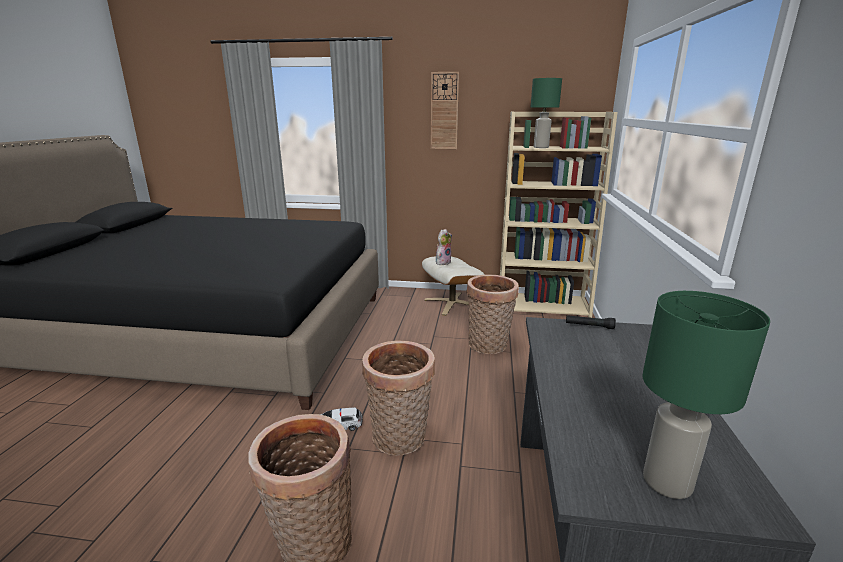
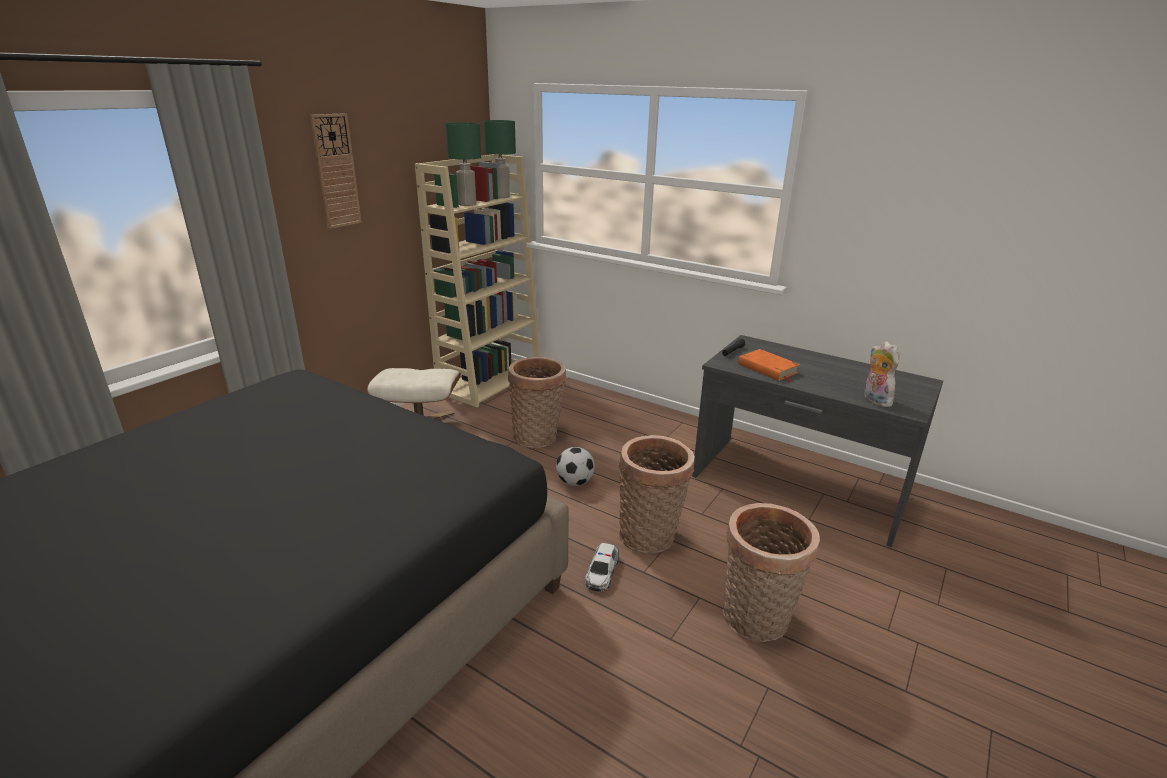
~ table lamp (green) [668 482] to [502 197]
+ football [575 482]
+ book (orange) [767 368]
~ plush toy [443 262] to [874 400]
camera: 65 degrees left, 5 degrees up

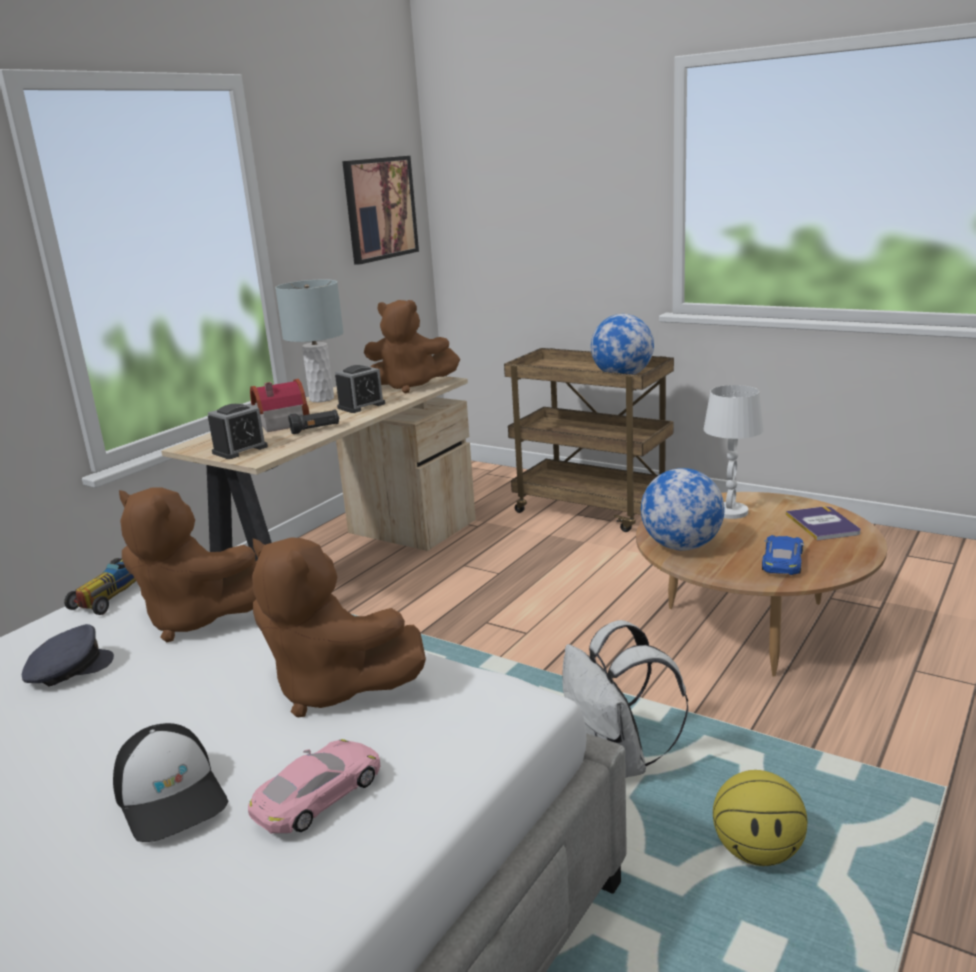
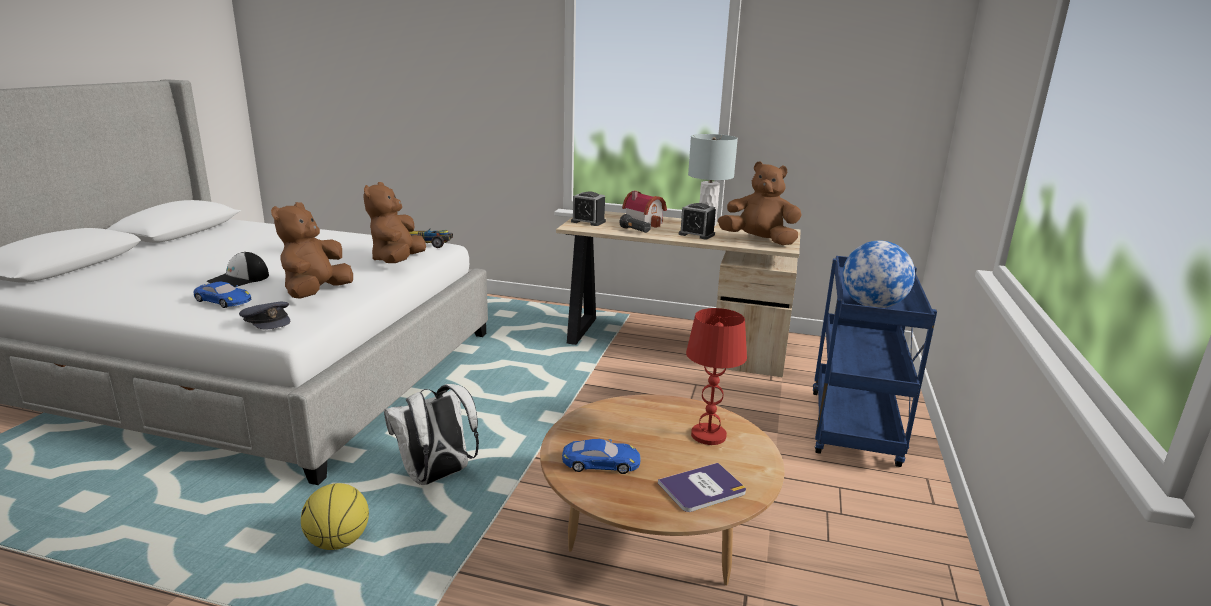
~ toy car (pink) [318 794] to toy car (blue) [223 300]
~ cap (grey) [67 670] to [267 321]
~ table lamp (white) [730 512] to table lamp (red) [708 435]
~ plush toy (brown) [411 386] = [759 241] 120 degrees clockwise
~ cart (brown) [593 509] to cart (blue) [855 430]
- picture [380 208]
- globe [681 546]
camera: 70 degrees right, 0 degrees up

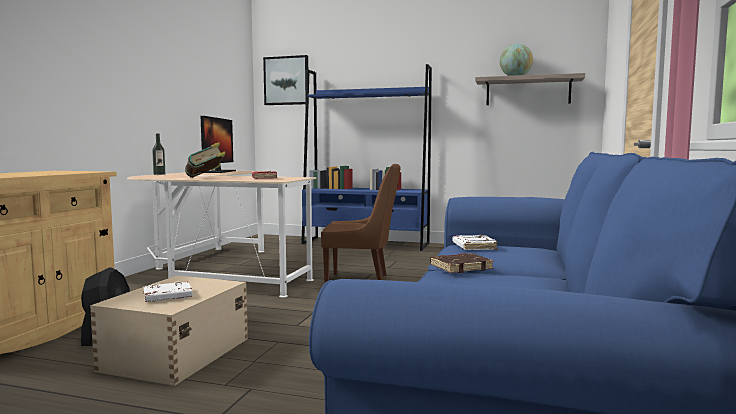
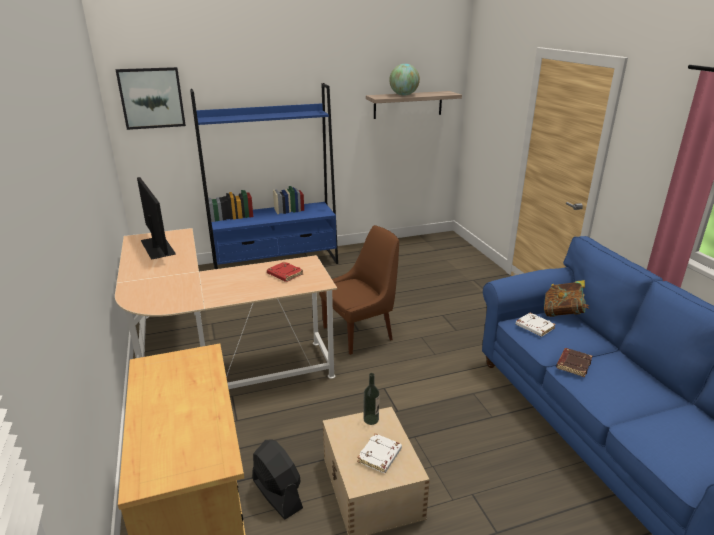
~ bottle [159 174] to [371 419]
~ book [205 178] to [563 313]
camera: 35 degrees left, 20 degrees up

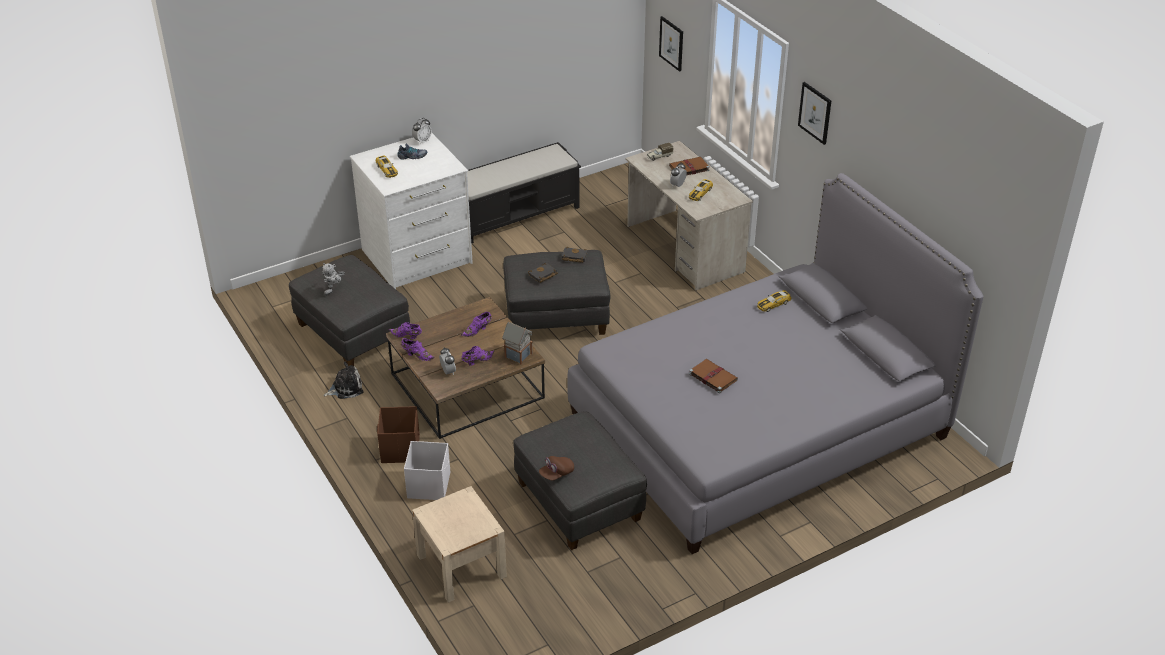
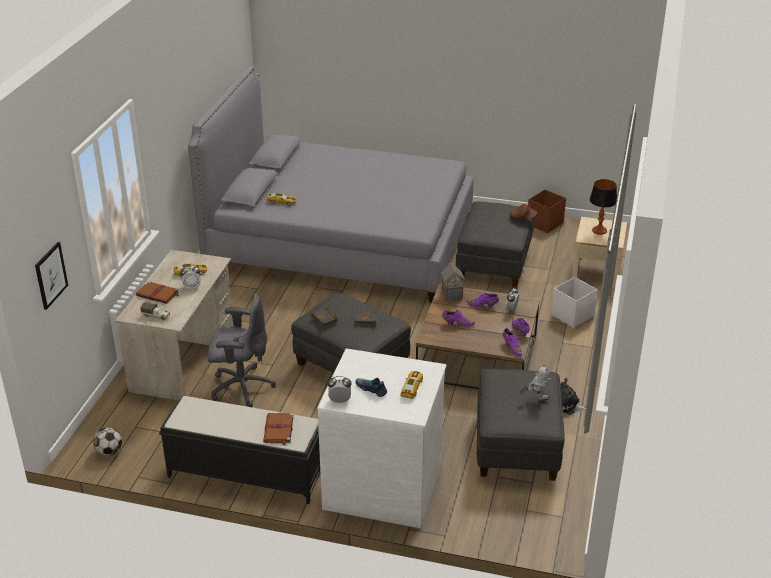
+ football [109 452]
+ office chair (grey) [241 387]
~ book (brown) [712 376] to [278 430]
~ storage box (brown) [400 450] to [545 223]
+ table lamp [599 231]
- picture [815 113]
camera: 135 degrees left, 5 degrees down

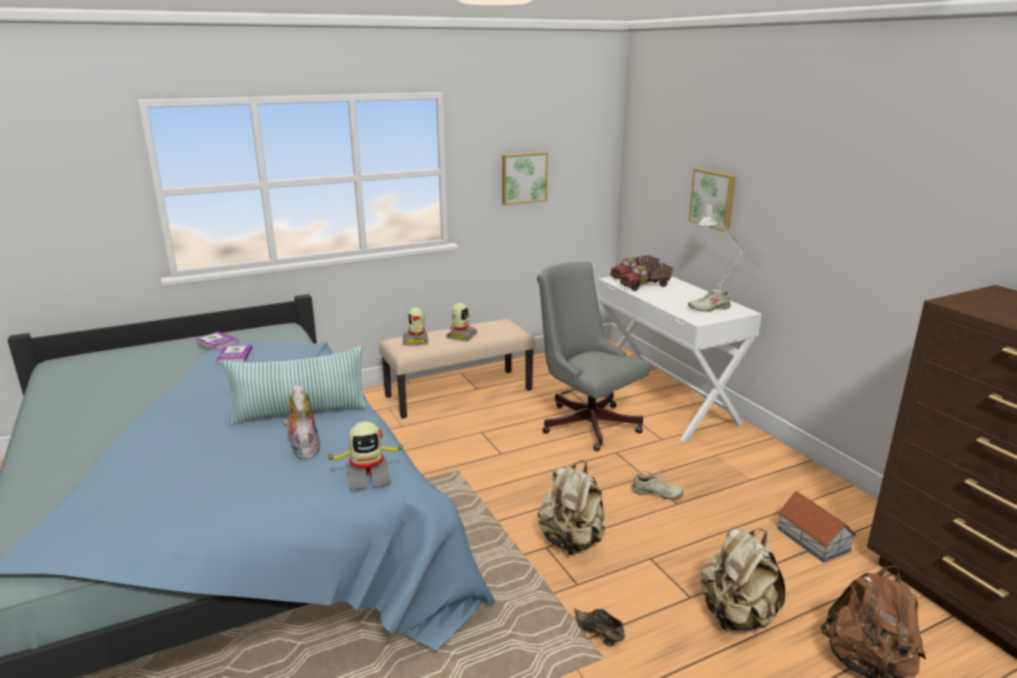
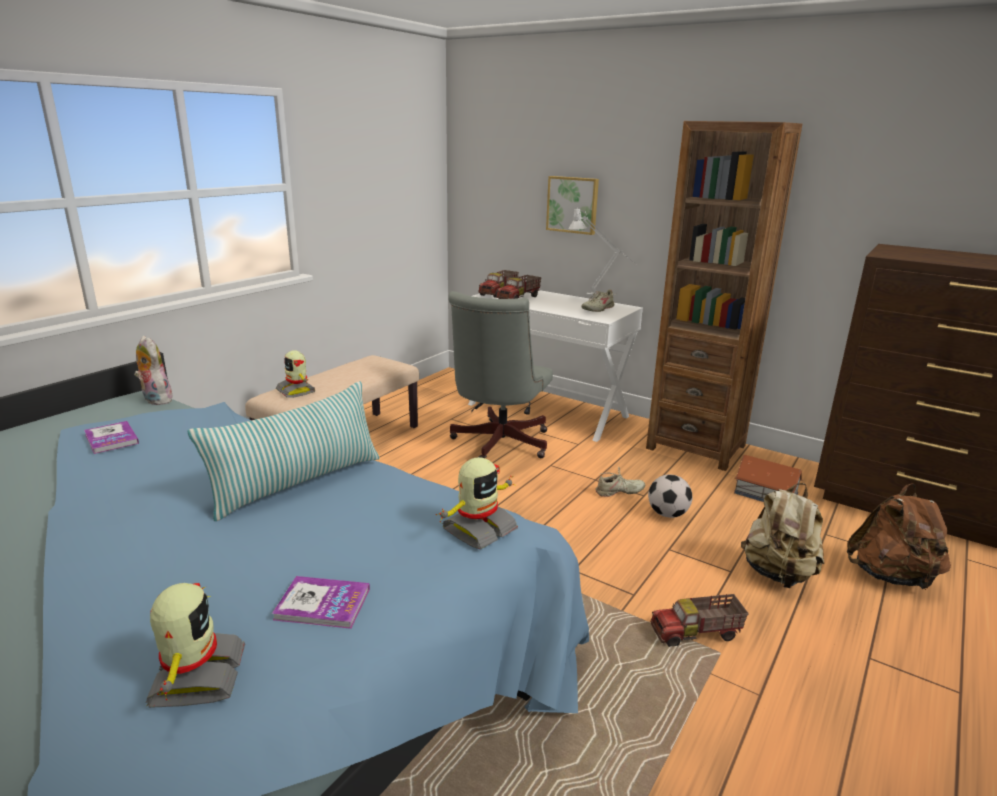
~ plush toy [303 450] to [155 400]
~ toy robot [461 336] to [196 677]
~ book [217 342] to [322 604]
~ office chair (grey) [586 422] = [498 445] 90 degrees counterclockwise
+ bookcase (brown) [696 447]
+ football [667 514]
~ shoe (brown) [599 635] to toy truck [696 634]
- picture [523 178]
- backpack (beige) [571 542]
camera: 30 degrees left, 0 degrees up

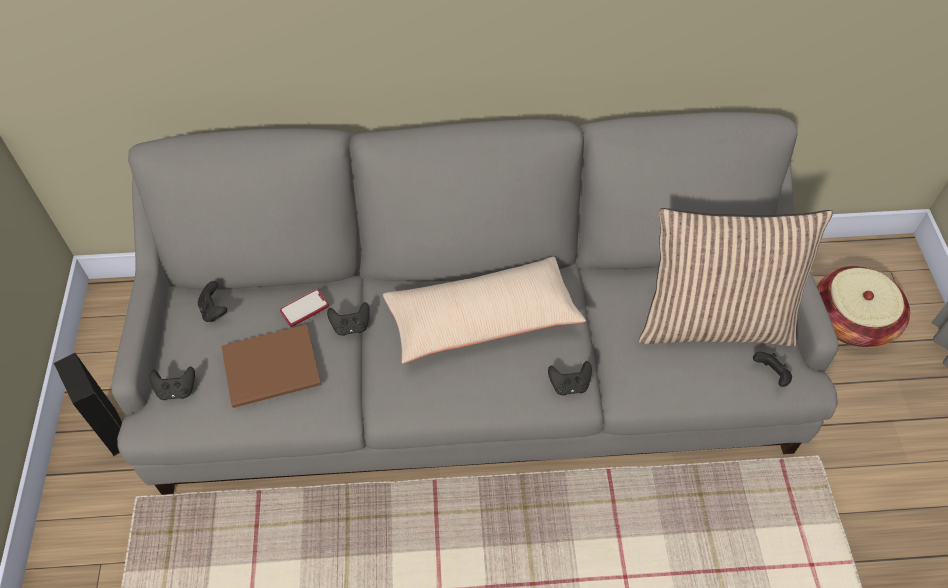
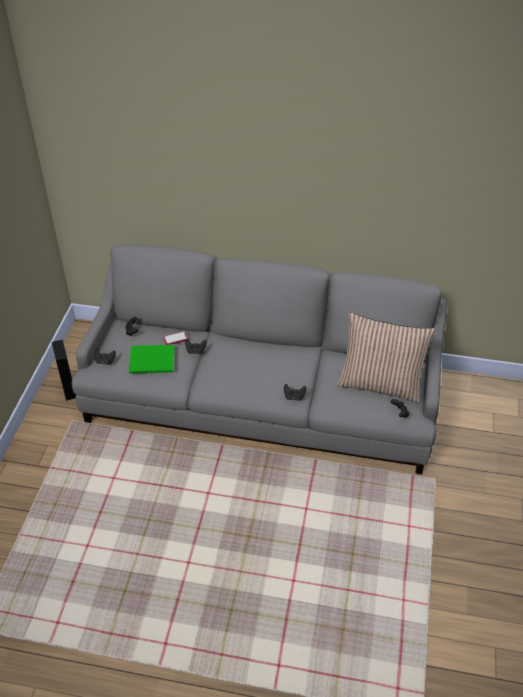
~ book (brown) [275 369] to book (green) [153 361]
- pillow (beige) [482 319]
- basket [851 320]
camera: 15 degrees right, 10 degrees down

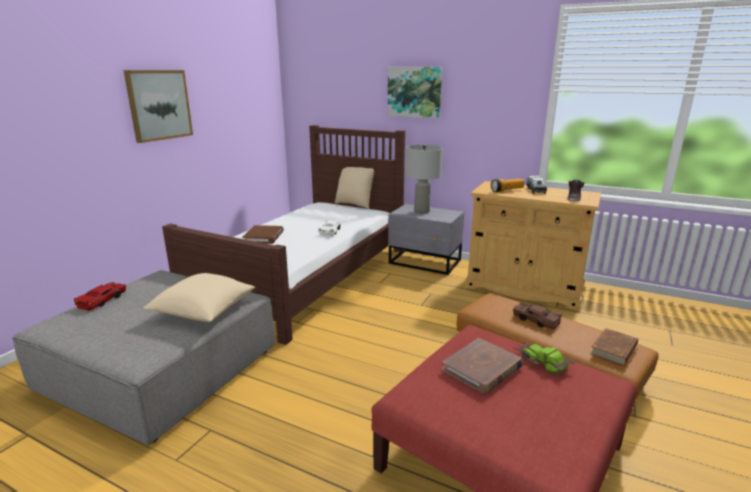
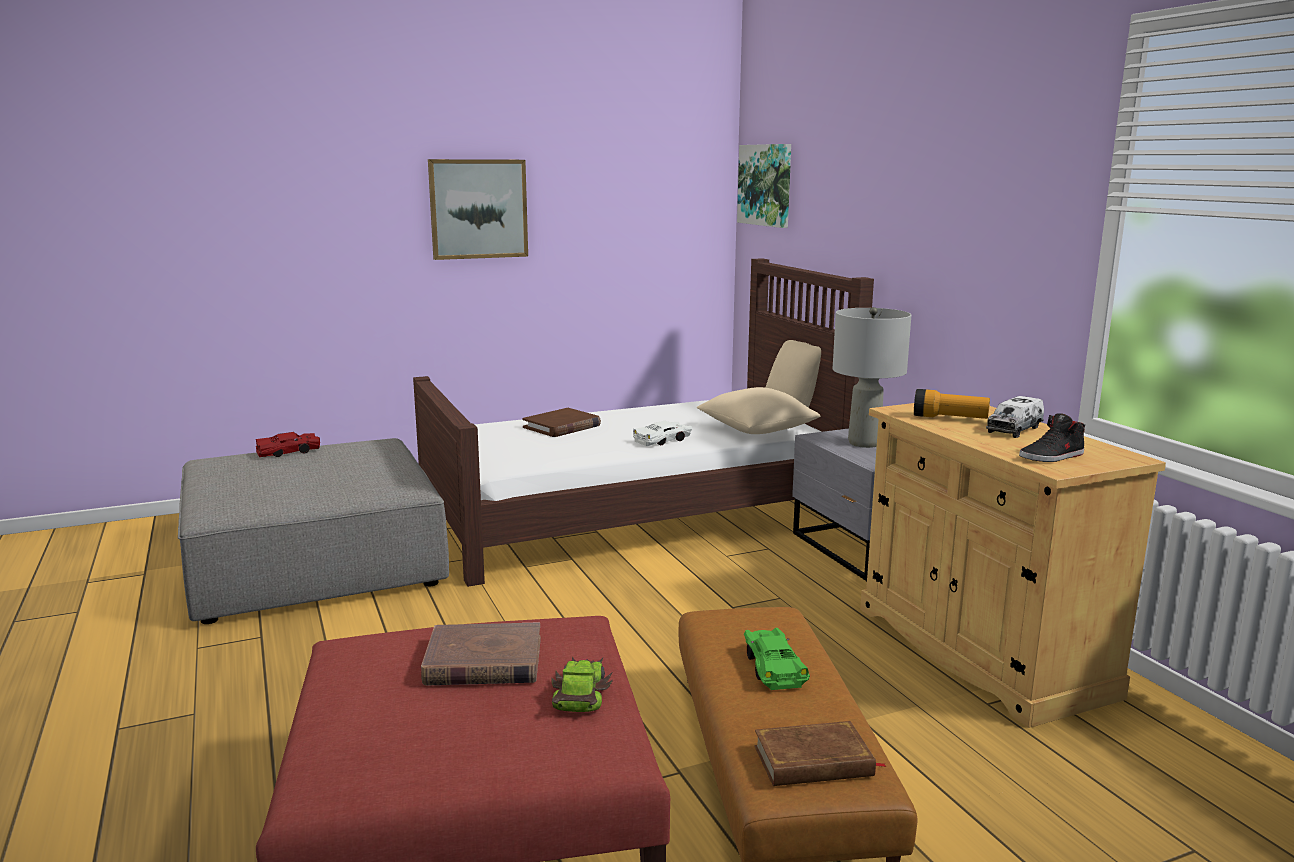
~ pillow (beige) [203 311] to [756 430]
~ picture [414 92] to [766 185]
~ toy car (brown) [535 320] to toy car (green) [773 667]
camera: 40 degrees right, 5 degrees down

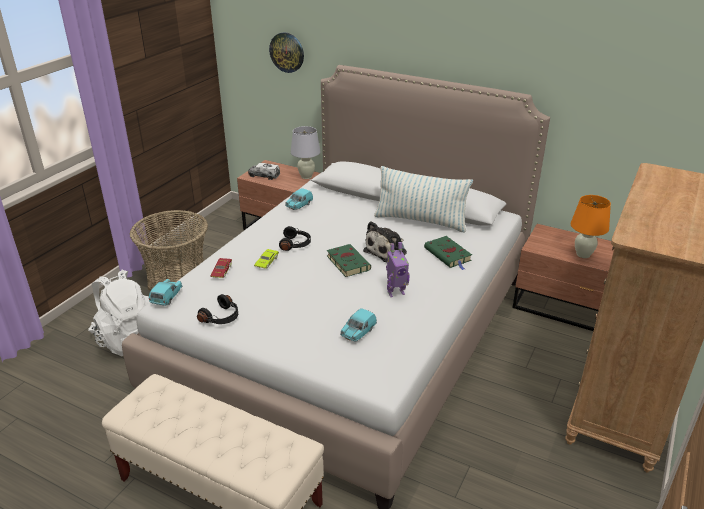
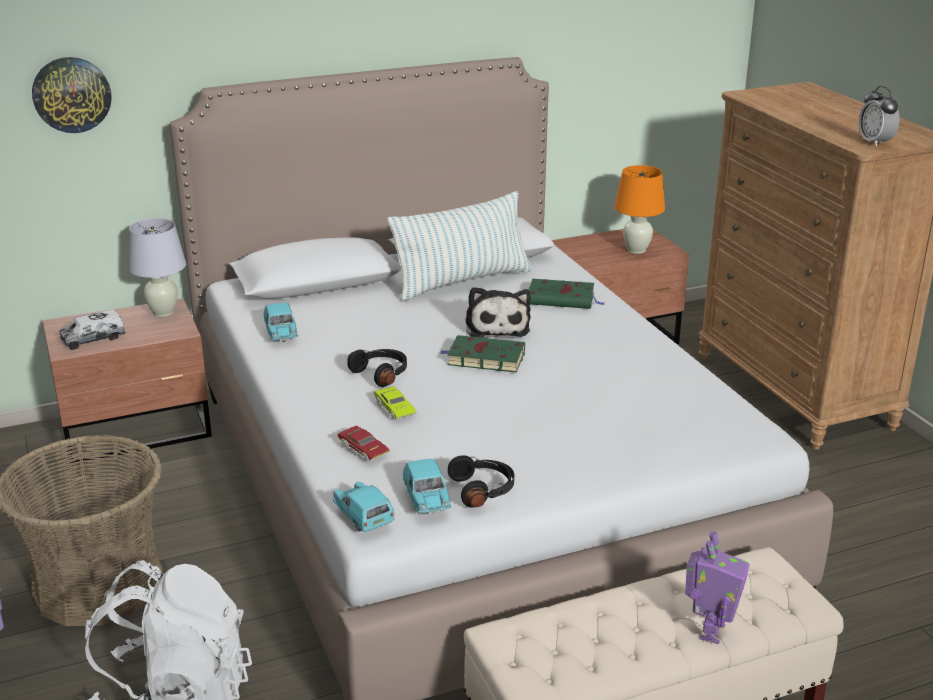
~ toy car (turquoise) [358 333] to [427 501]
~ toy robot [395 292] to [709 631]
+ alarm clock [875 142]
camera: 50 degrees left, 5 degrees down

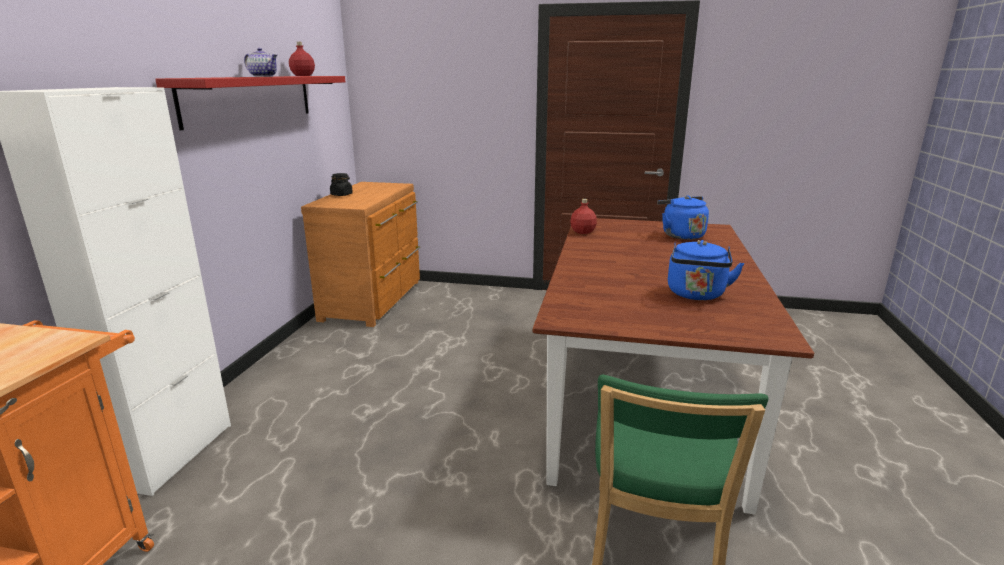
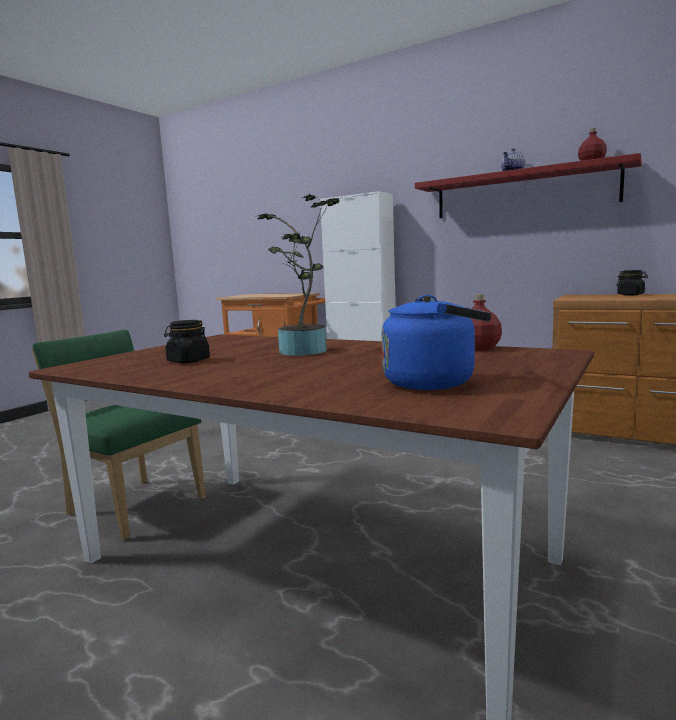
~ kettle (blue) [696 295] to jar (black) [188 361]
+ potted plant [303 352]
camera: 110 degrees right, 10 degrees down

